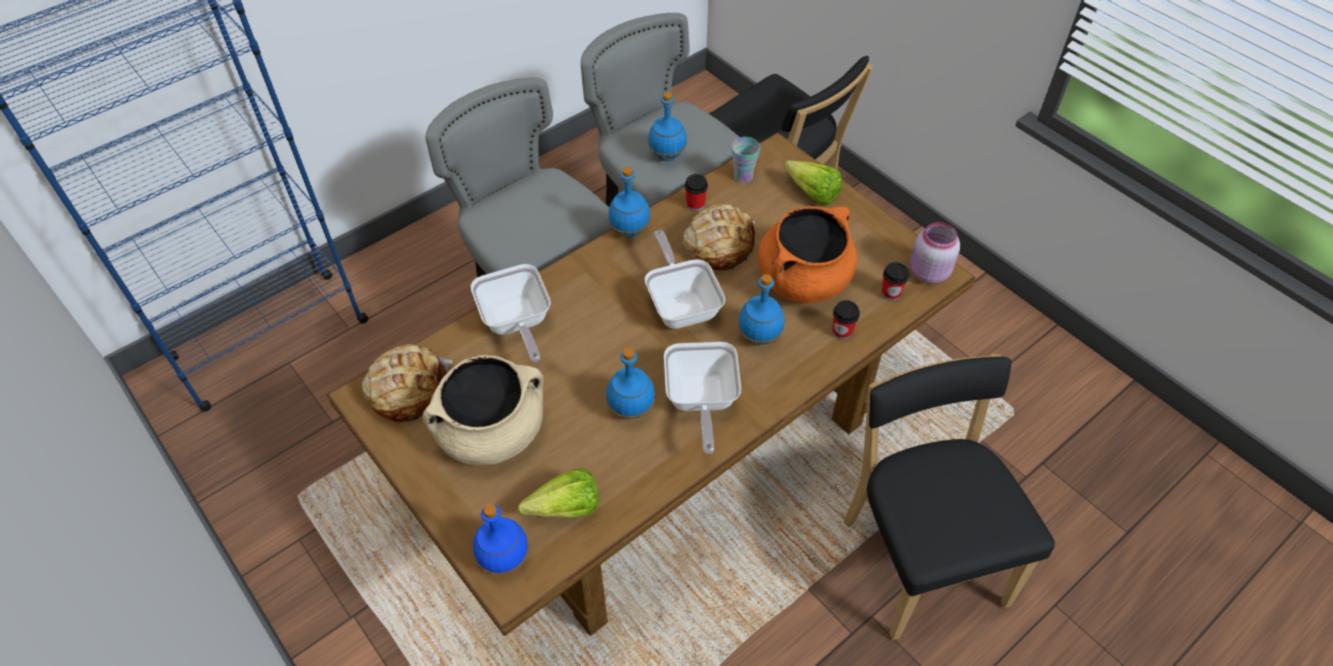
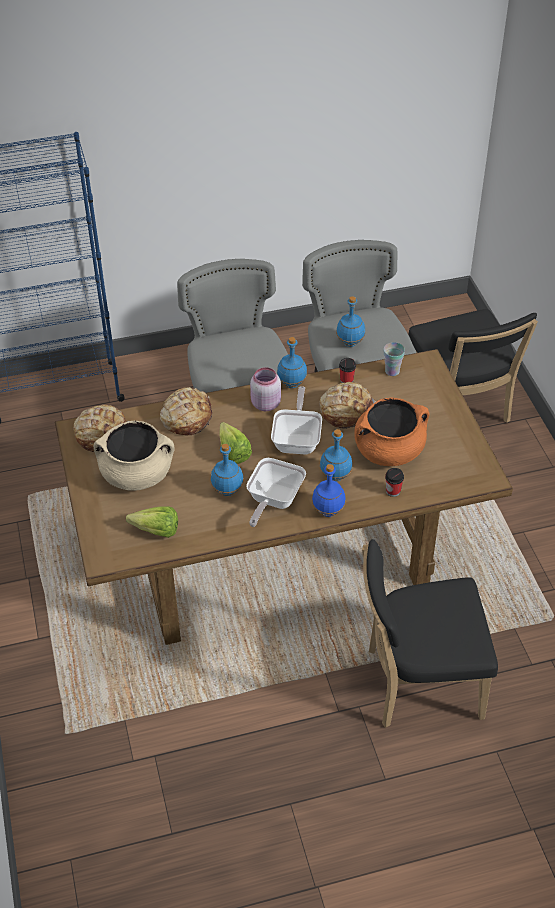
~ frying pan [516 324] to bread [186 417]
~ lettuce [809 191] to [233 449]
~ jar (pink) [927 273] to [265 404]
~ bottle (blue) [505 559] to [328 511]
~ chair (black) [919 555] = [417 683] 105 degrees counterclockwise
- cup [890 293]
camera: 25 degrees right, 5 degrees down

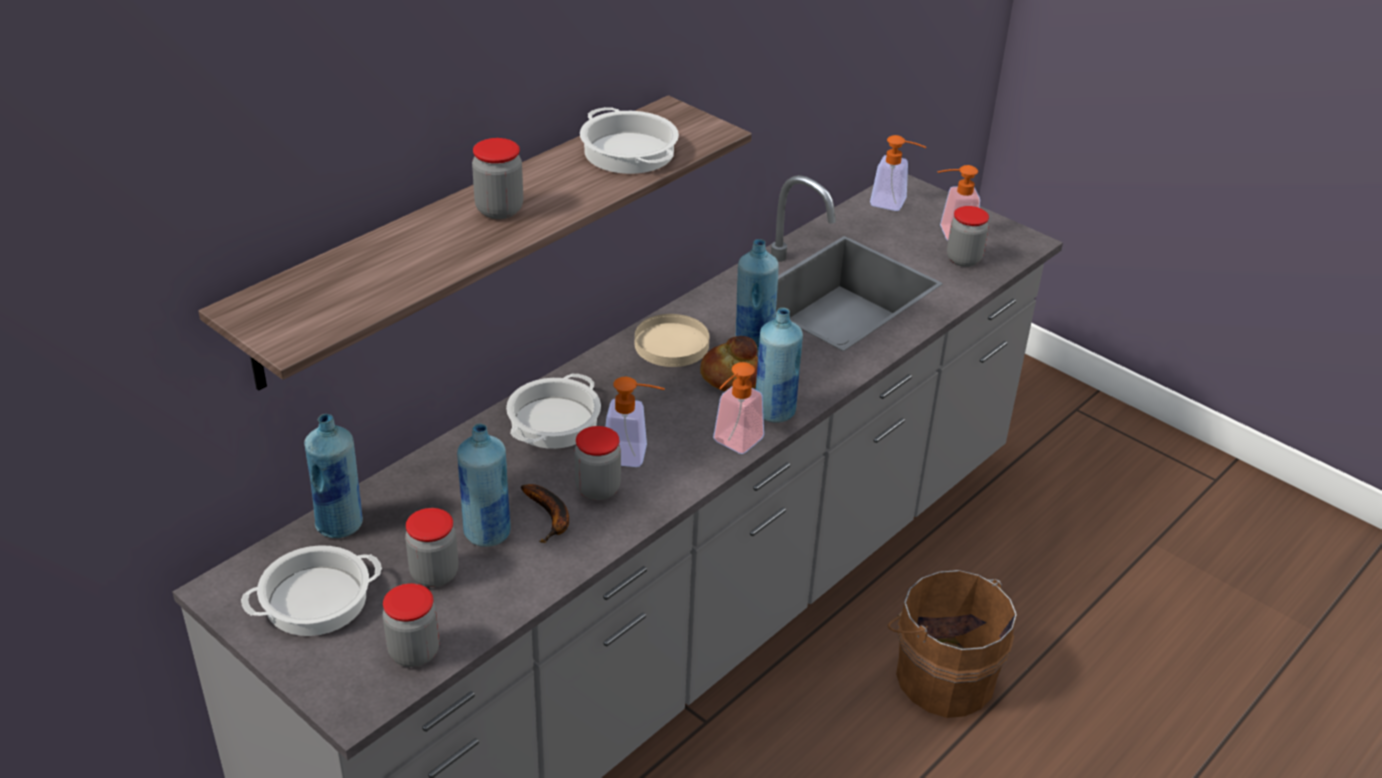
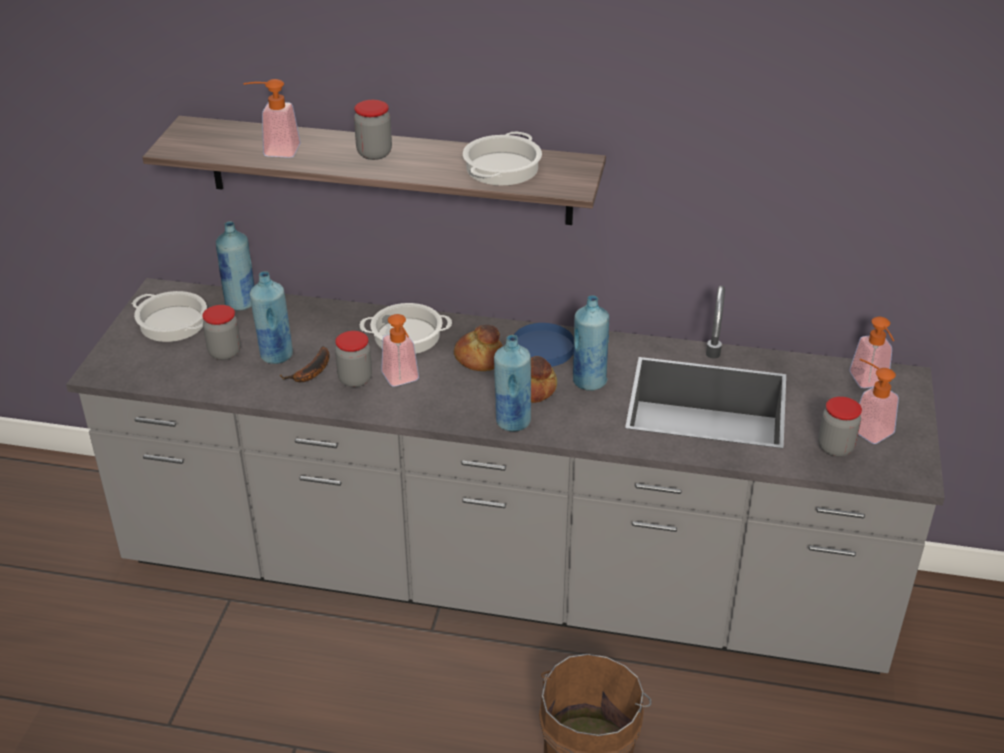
~ soap dispenser [733 444] to [275 150]
+ bread [479 358]
~ plate (beige) [671 344] to plate (blue) [542 348]
- jar [414 652]
camera: 60 degrees right, 0 degrees up

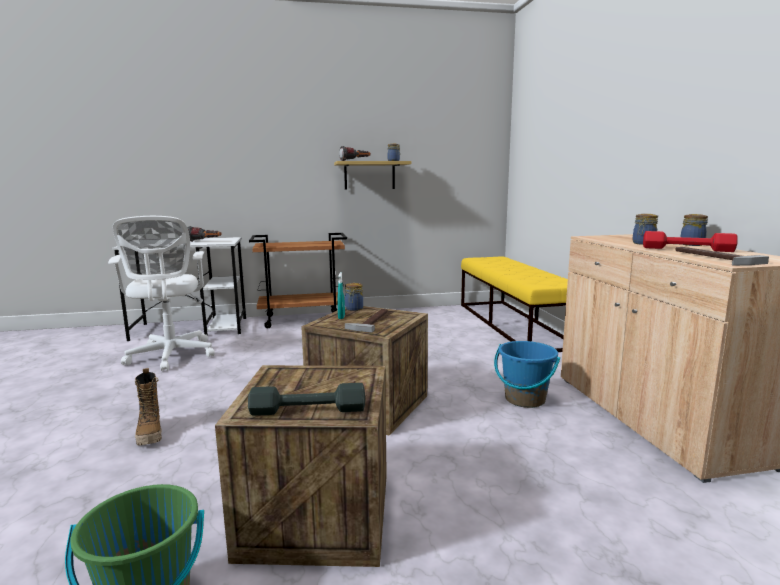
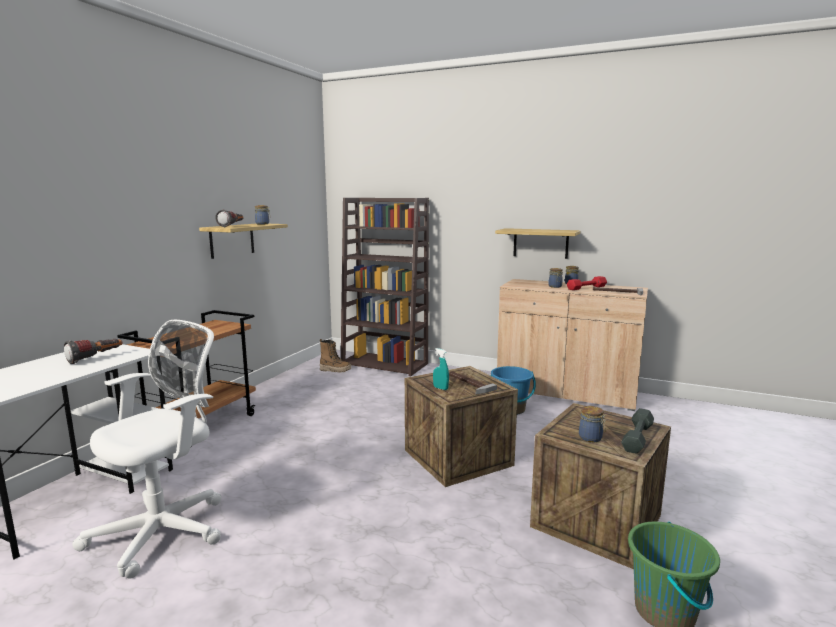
~ office chair (white) [171 356] = [165 530] 75 degrees counterclockwise
~ boot [150 434] to [335 370]
~ bench (yellow) [513 324] to bookcase (brown) [385 364]
+ shelf [540 243]
~ jar [354 309] to [591 438]
camera: 55 degrees left, 0 degrees up

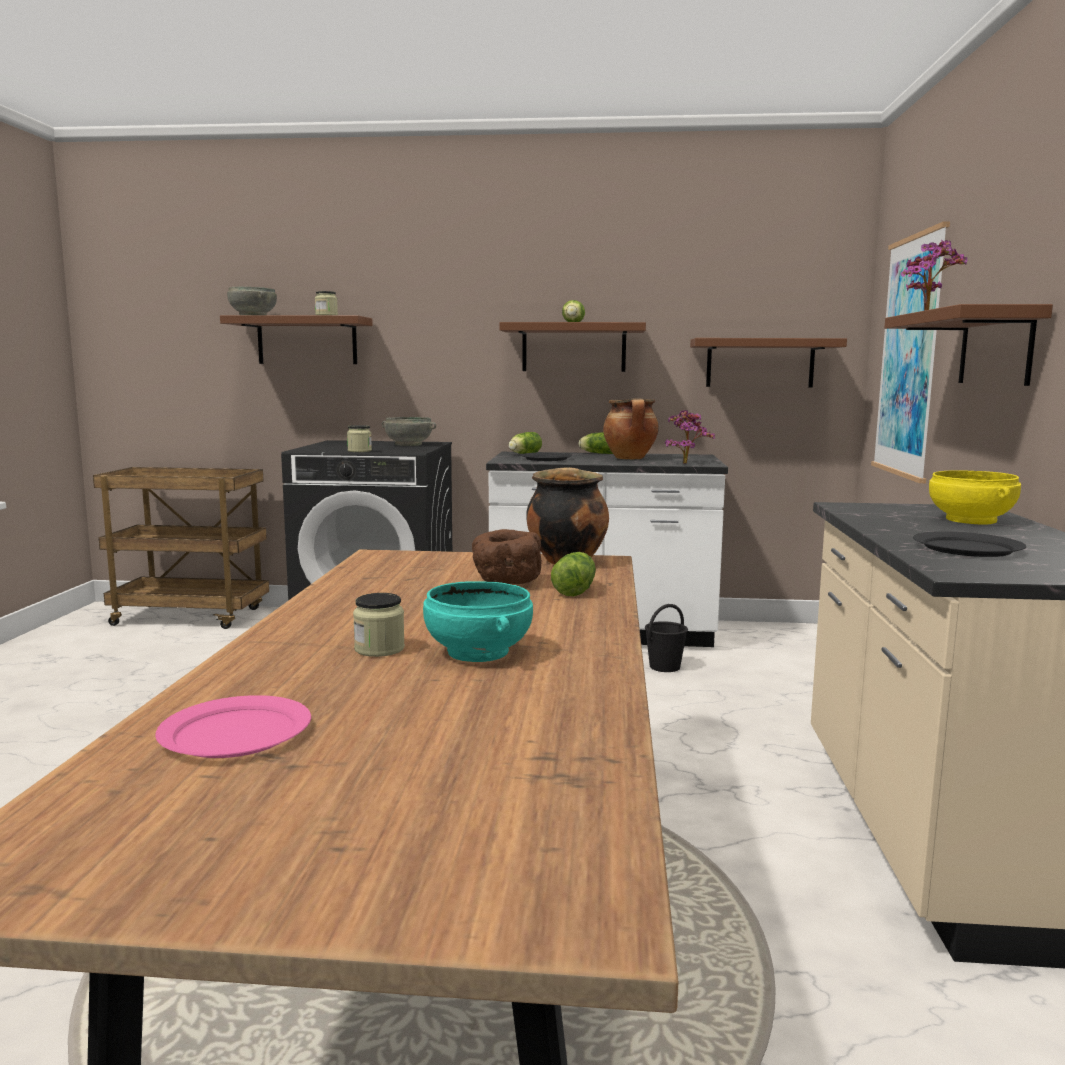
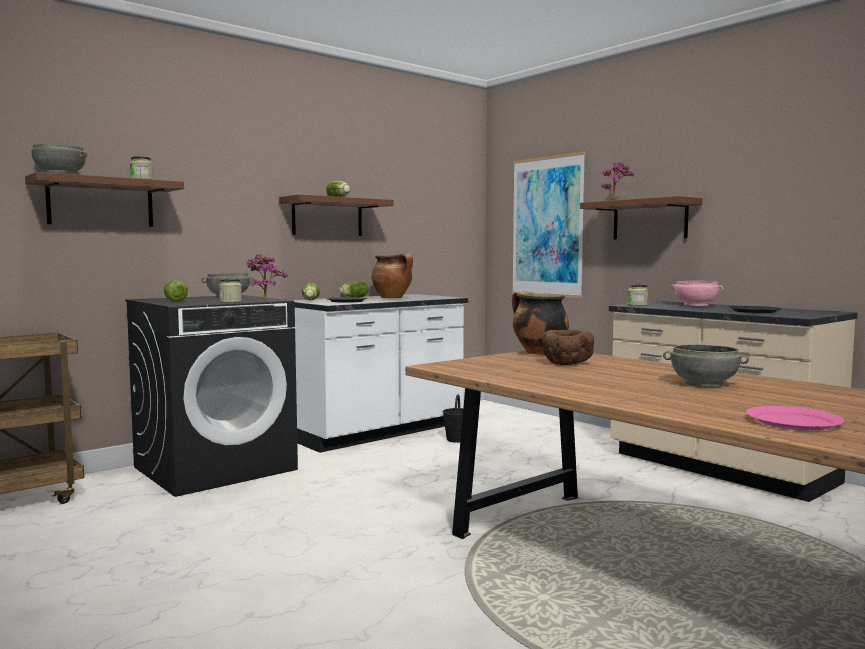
~ lettuce [575 590] to [174 300]
~ potted plant [685 463] to [264 300]
~ jar [379 649] to [637 305]
~ bowl (turquoise) [476 652] to bowl (grey) [703 384]
~ bowl (yellow) [972 520] to bowl (pink) [696 305]
- shelf (brown) [760 363]
camera: 45 degrees left, 5 degrees down

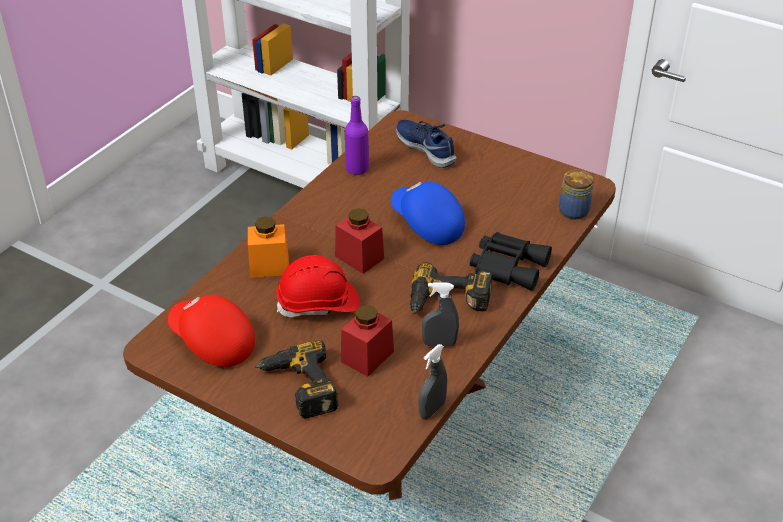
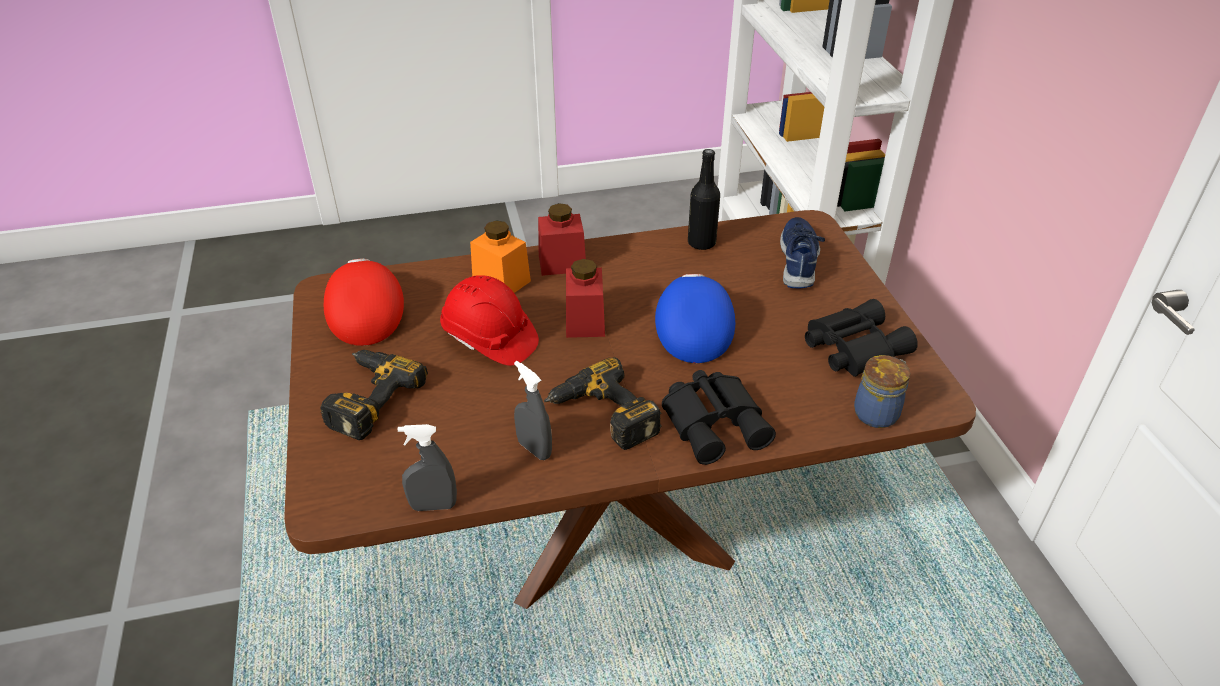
~ jar (red) [367 356] to [562 263]
~ bottle (purple) [357 169] to bottle (black) [701 243]
+ binoculars (black) [852 347]
camera: 45 degrees right, 0 degrees up

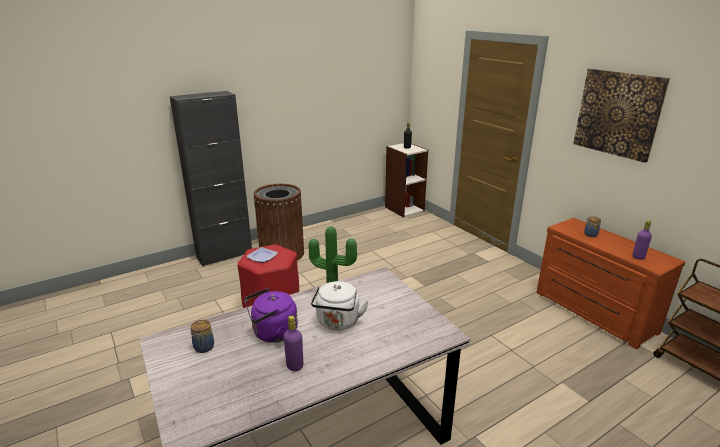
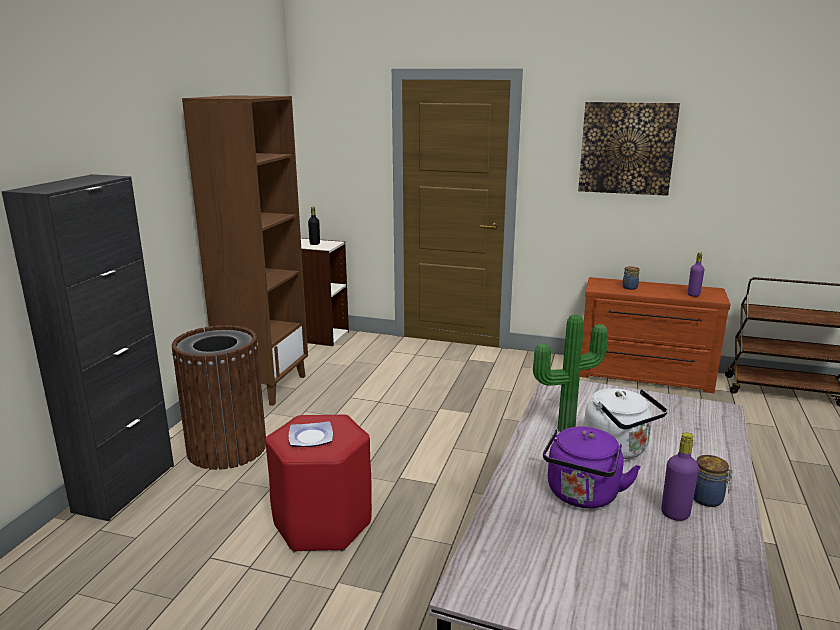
+ bookcase (brown) [264 386]
~ jar [204 348] to [708 499]
camera: 40 degrees left, 5 degrees down

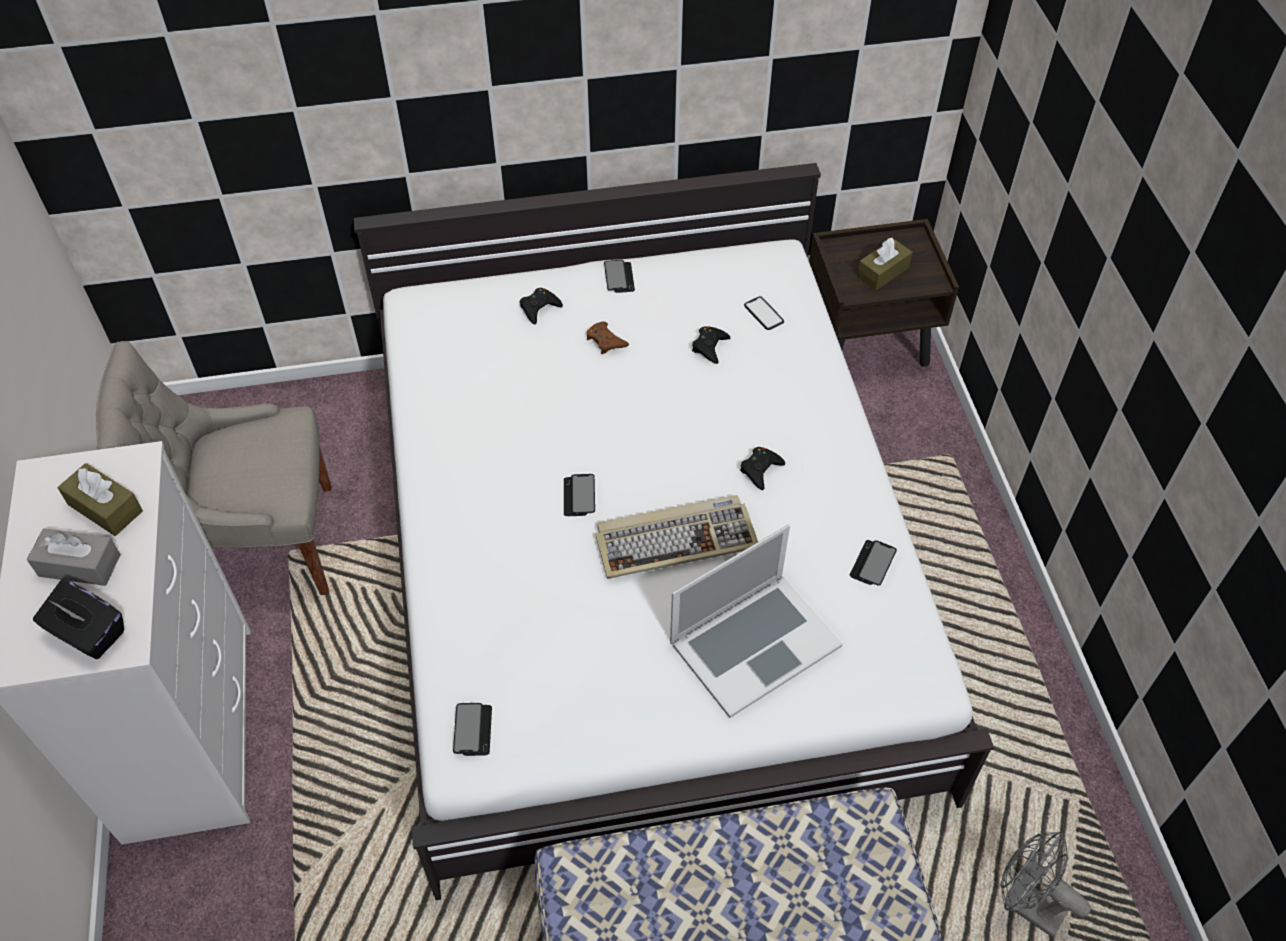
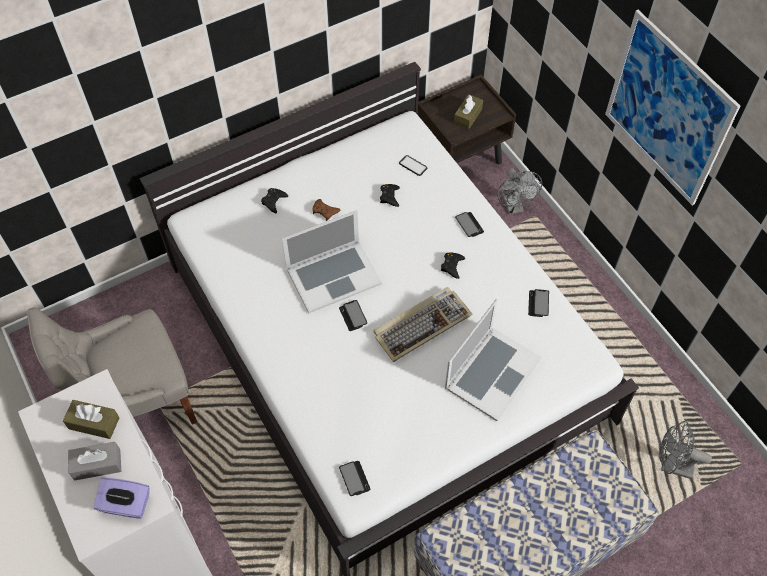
~ tissue box (black) [88 634] to tissue box (purple) [126 505]
+ laptop [333 275]
~ phone [619 277] to [469 225]
+ fan (grey) [514 207]
+ picture [667 109]
camera: 20 degrees left, 5 degrees up

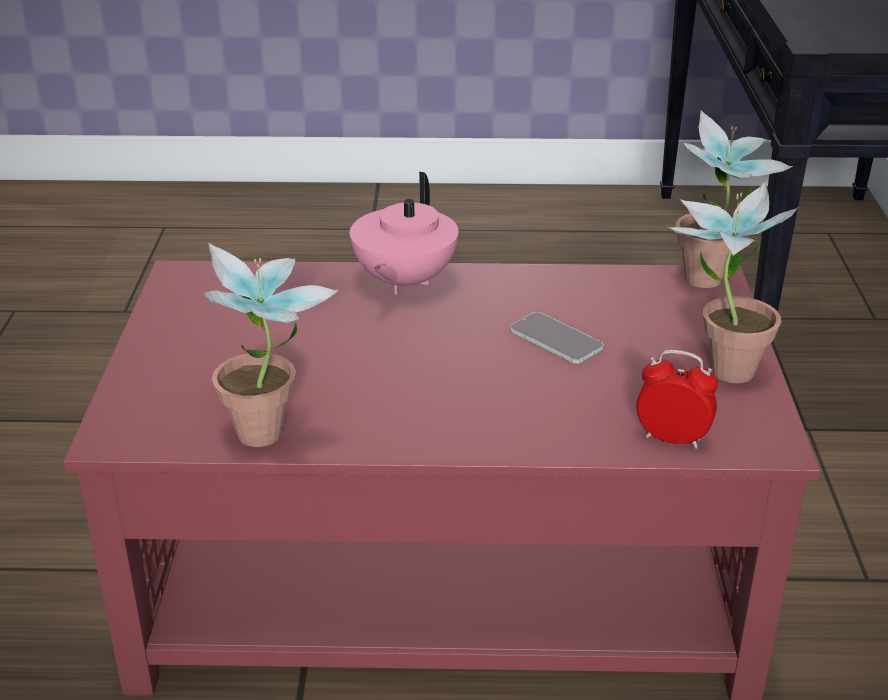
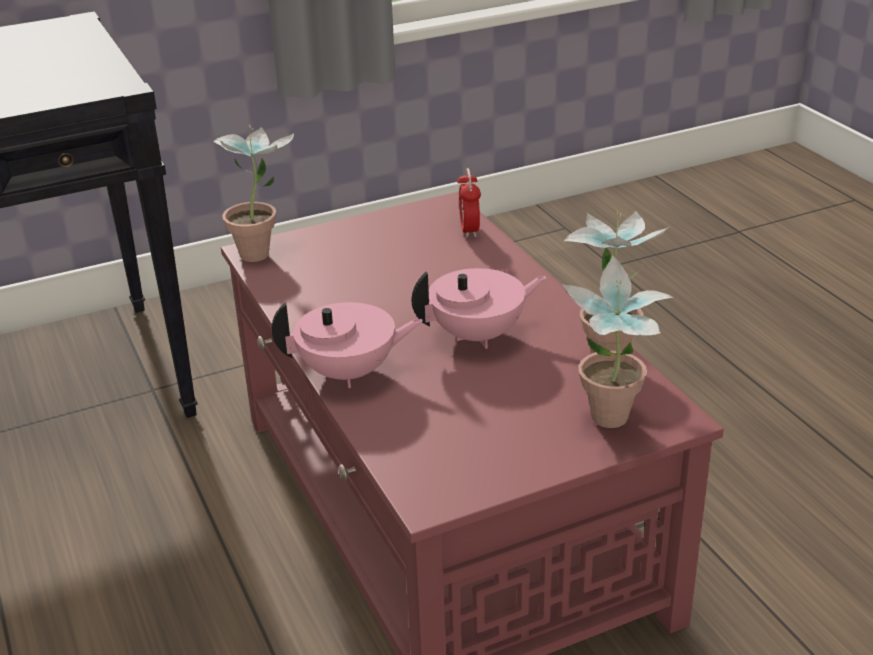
+ teapot (pink) [479 335]
~ potted plant [717 367] to [610 426]
- phone [555 339]
camera: 115 degrees left, 0 degrees up

